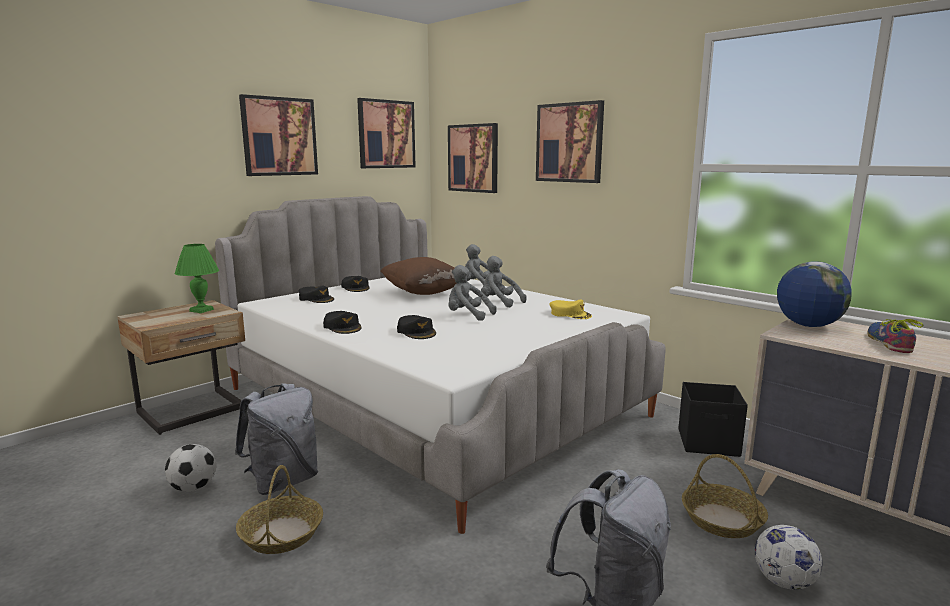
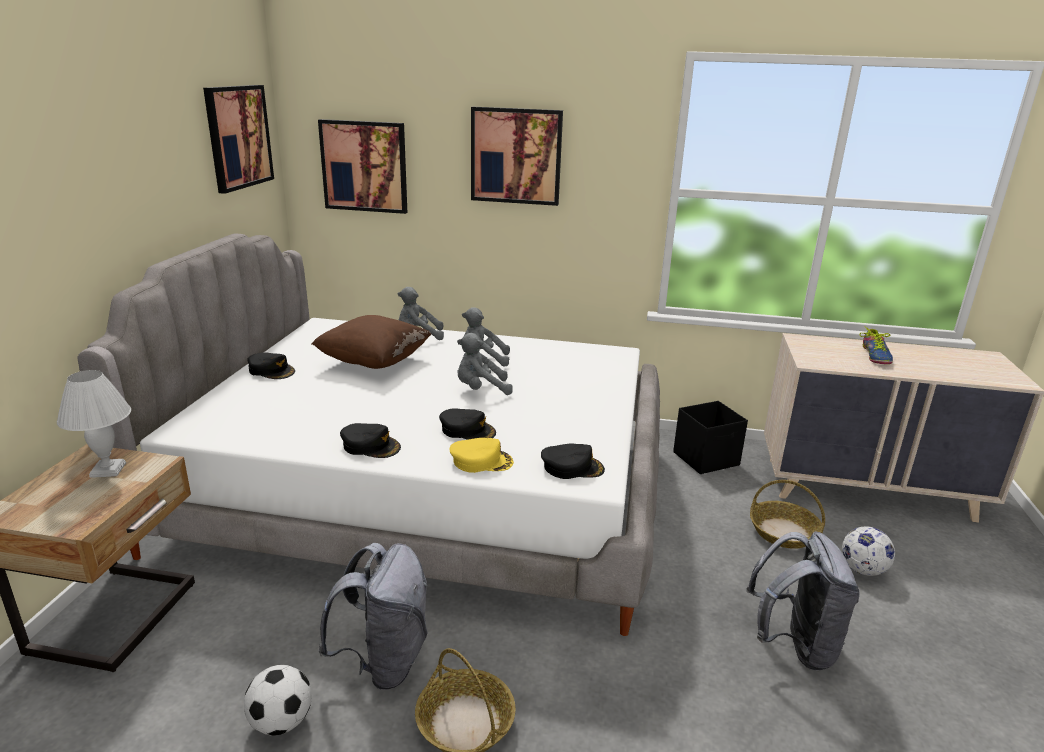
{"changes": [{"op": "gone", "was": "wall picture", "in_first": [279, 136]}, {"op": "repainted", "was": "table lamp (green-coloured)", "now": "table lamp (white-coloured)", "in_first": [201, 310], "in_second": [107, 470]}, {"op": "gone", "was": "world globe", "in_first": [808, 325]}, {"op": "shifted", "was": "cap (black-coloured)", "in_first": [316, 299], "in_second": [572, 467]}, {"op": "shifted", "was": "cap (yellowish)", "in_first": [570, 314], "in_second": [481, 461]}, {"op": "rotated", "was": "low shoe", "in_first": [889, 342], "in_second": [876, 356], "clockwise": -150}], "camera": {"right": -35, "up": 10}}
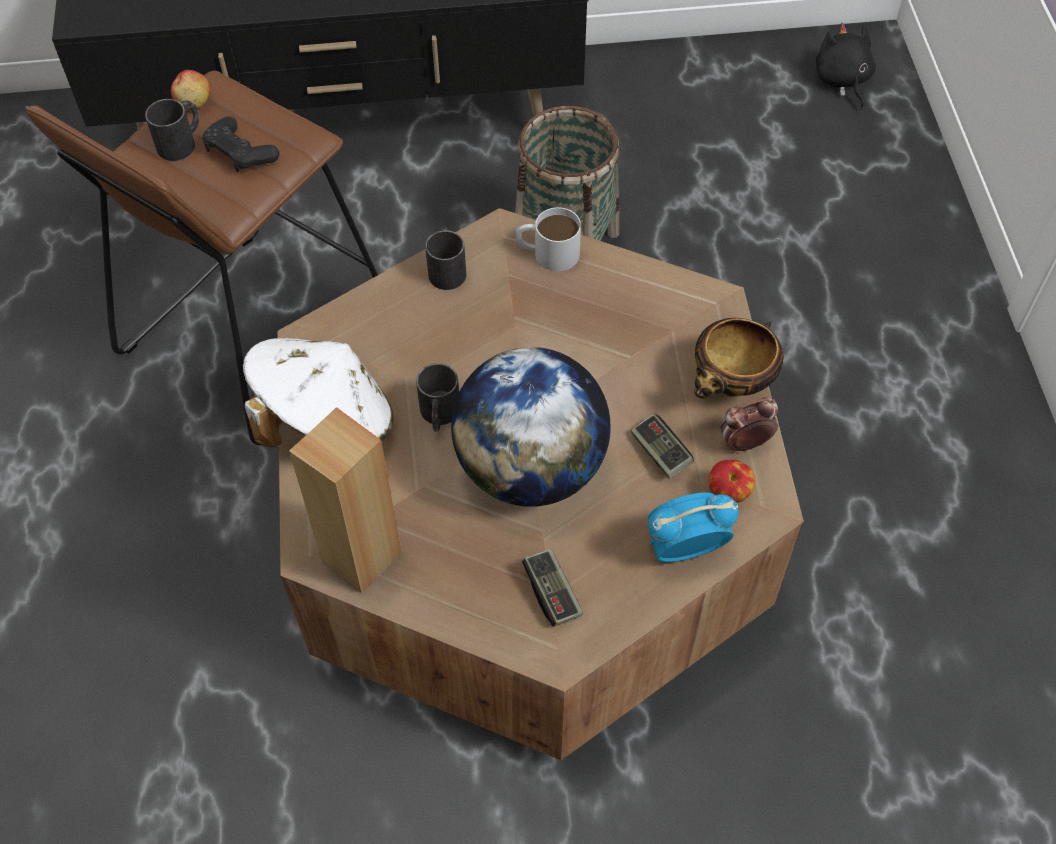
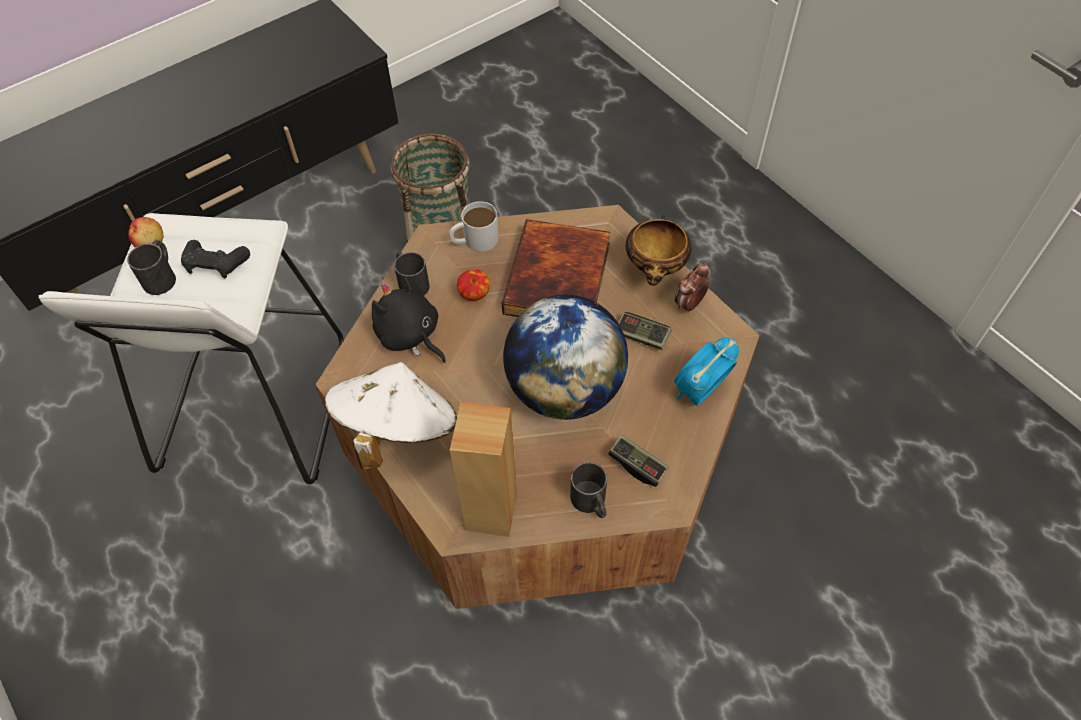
{"changes": [{"op": "shifted", "was": "soft toy (black-coloured)", "in_first": [842, 80], "in_second": [410, 335]}, {"op": "repainted", "was": "stool seat (brownish)", "now": "stool seat (white-coloured)", "in_first": [254, 333], "in_second": [253, 406]}, {"op": "shifted", "was": "mug (black-coloured)", "in_first": [439, 415], "in_second": [591, 503]}, {"op": "shifted", "was": "apple fruit", "in_first": [728, 493], "in_second": [474, 295]}, {"op": "new", "now": "bound book", "in_second": [559, 279]}], "camera": {"right": -30, "up": 0}}
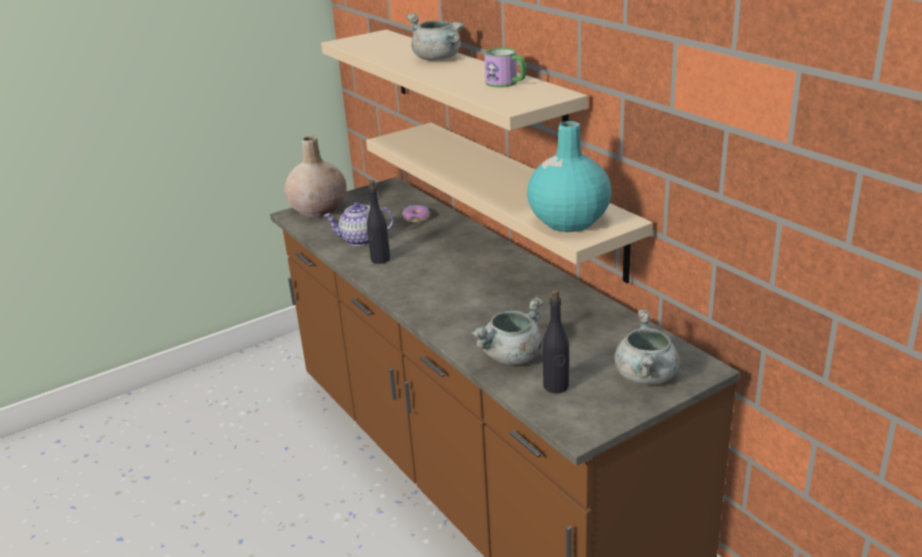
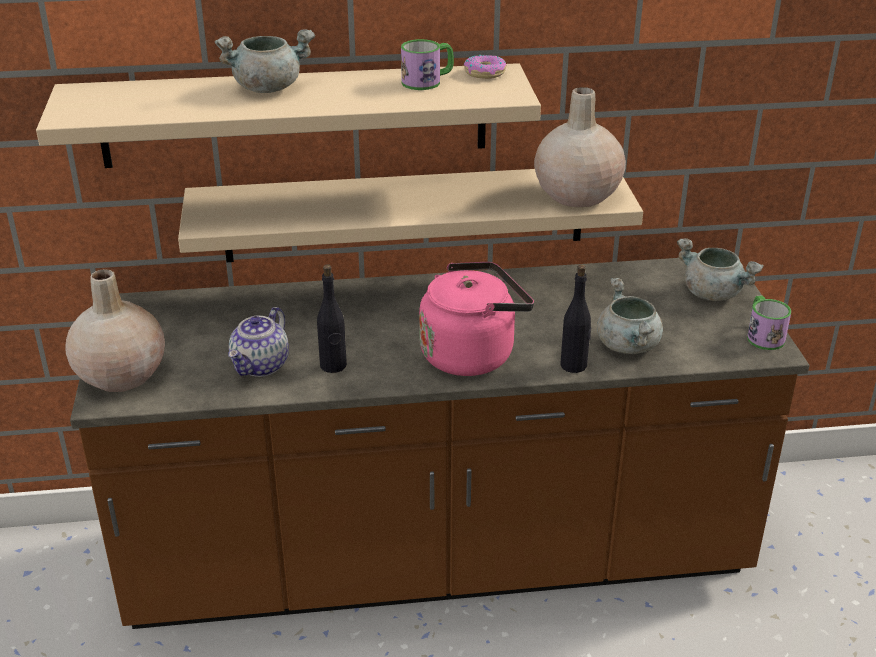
{"changes": [{"op": "repainted", "was": "vase (turquoise-coloured)", "now": "vase (sand-coloured)", "in_first": [568, 221], "in_second": [576, 195]}, {"op": "shifted", "was": "doughnut", "in_first": [416, 218], "in_second": [485, 73]}, {"op": "shifted", "was": "drink bottle (black-coloured)", "in_first": [556, 386], "in_second": [574, 365]}, {"op": "new", "now": "kettle (pinkish)", "in_second": [472, 354]}, {"op": "new", "now": "mug", "in_second": [763, 335]}], "camera": {"right": -65, "up": 5}}
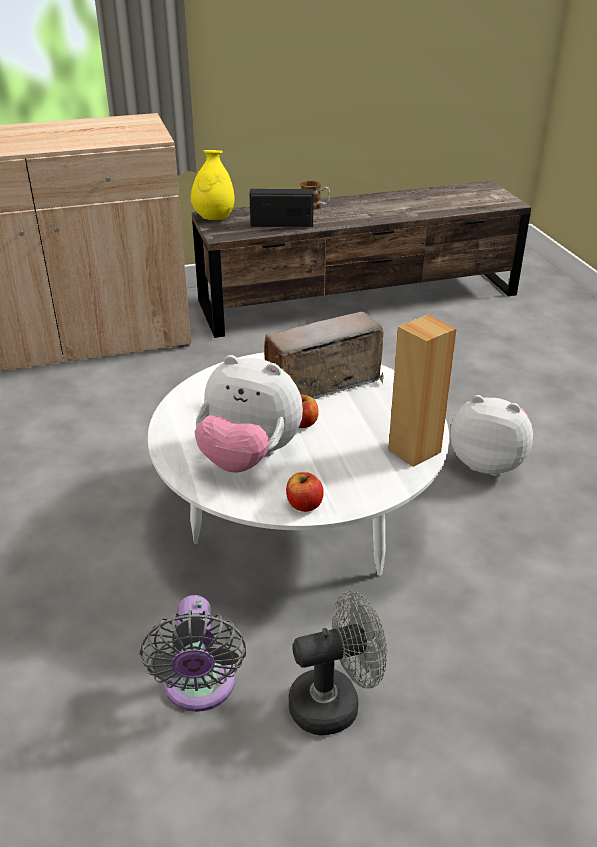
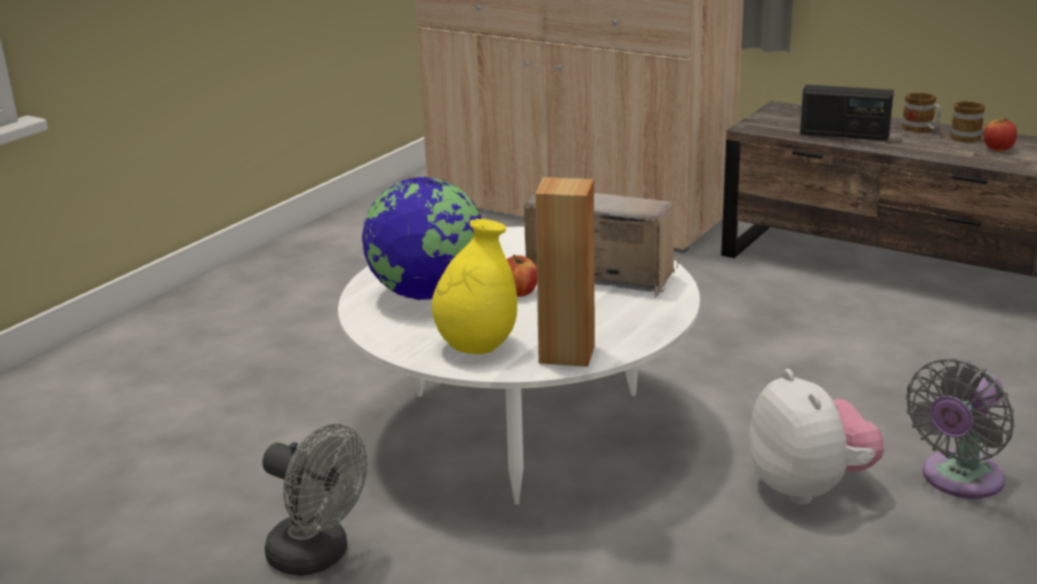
{"changes": [{"op": "shifted", "was": "vase (yellowish)", "in_first": [214, 219], "in_second": [477, 347]}, {"op": "rotated", "was": "radio receiver", "in_first": [282, 224], "in_second": [844, 134], "clockwise": 150}, {"op": "swapped", "was": "soft toy", "now": "world globe", "in_first": [248, 458], "in_second": [428, 294]}, {"op": "shifted", "was": "apple fruit", "in_first": [304, 504], "in_second": [998, 148]}, {"op": "shifted", "was": "fan (gray)", "in_first": [199, 688], "in_second": [958, 480]}, {"op": "new", "now": "mug", "in_second": [967, 136]}], "camera": {"right": 50, "up": -10}}
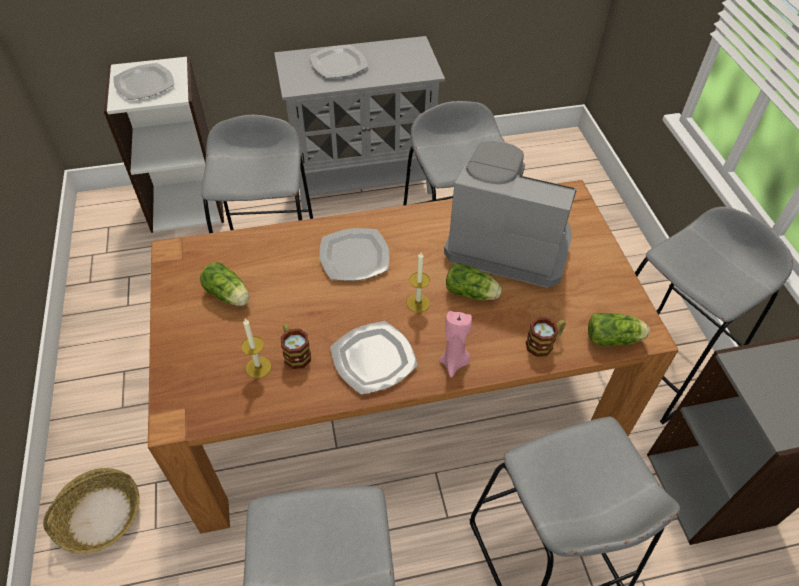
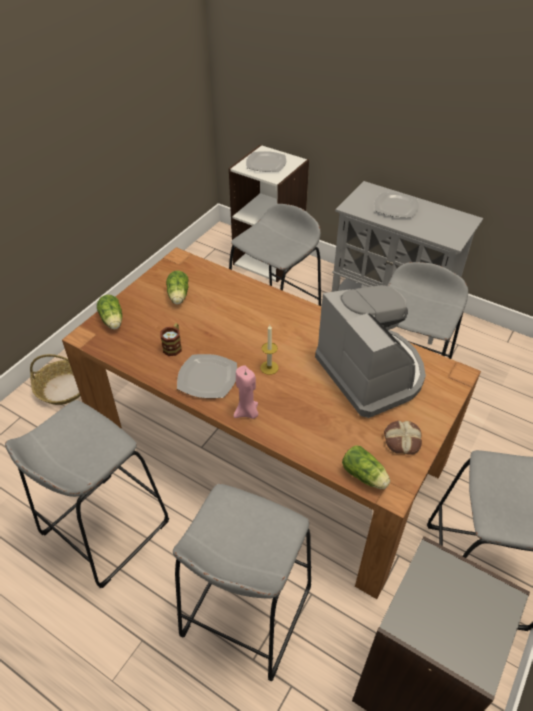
{"changes": [{"op": "gone", "was": "flat dish", "in_first": [354, 257]}, {"op": "shifted", "was": "lettuce head", "in_first": [472, 293], "in_second": [112, 321]}, {"op": "gone", "was": "mug", "in_first": [544, 343]}, {"op": "gone", "was": "candle", "in_first": [258, 367]}, {"op": "new", "now": "baked bread", "in_second": [401, 440]}], "camera": {"right": 45, "up": -5}}
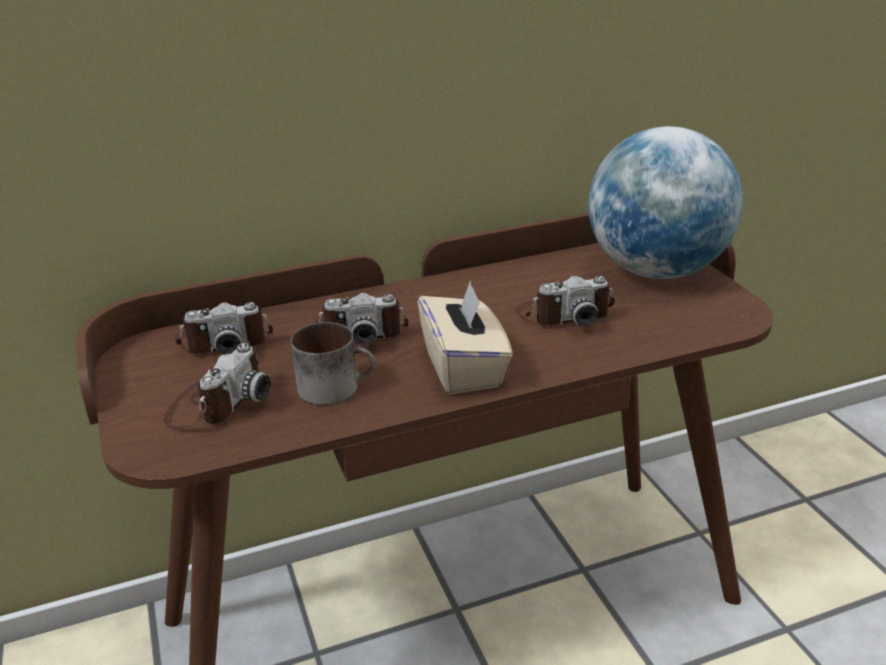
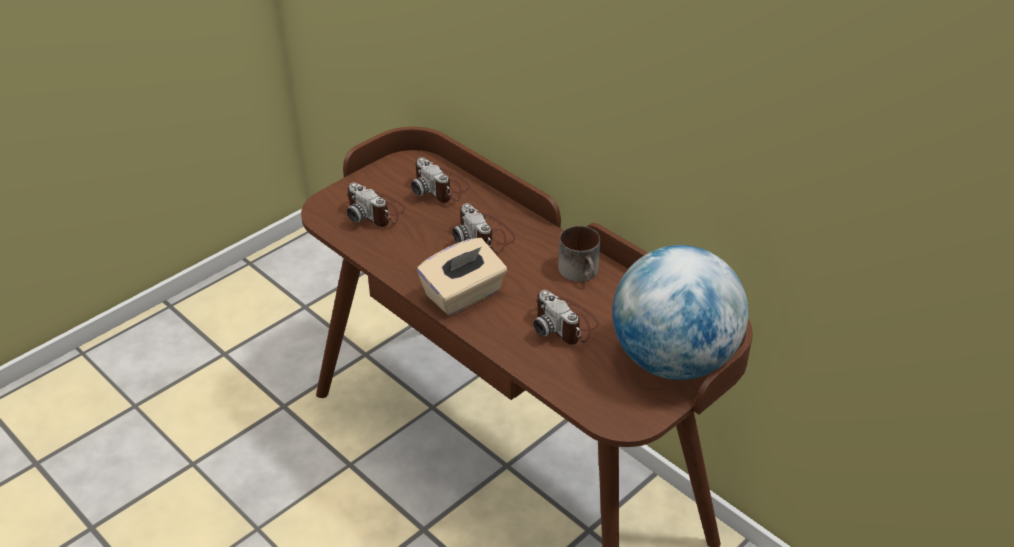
{"changes": [{"op": "shifted", "was": "mug", "in_first": [336, 386], "in_second": [582, 272]}, {"op": "rotated", "was": "photo camera", "in_first": [217, 402], "in_second": [376, 211], "clockwise": 45}], "camera": {"right": 65, "up": 10}}
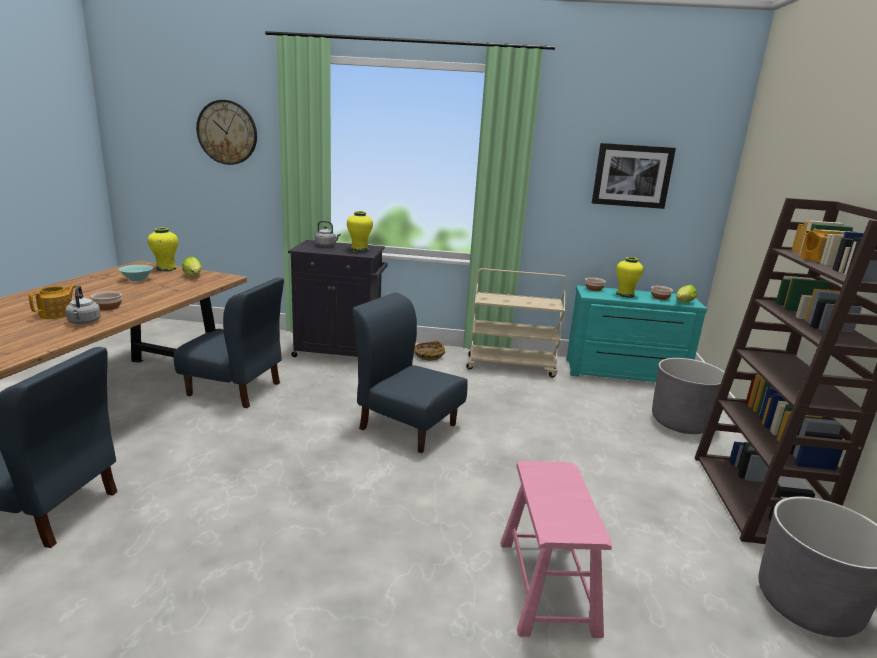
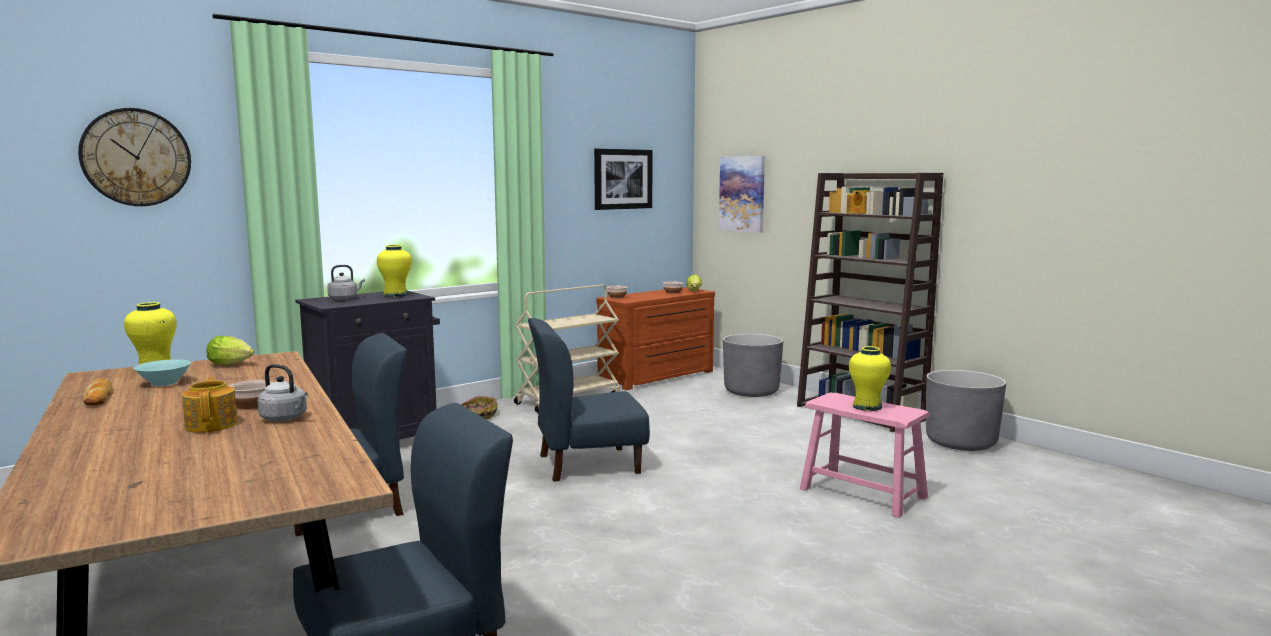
{"changes": [{"op": "shifted", "was": "vase (yellowish)", "in_first": [625, 295], "in_second": [867, 407]}, {"op": "repainted", "was": "dresser (turquoise-coloured)", "now": "dresser (brownish)", "in_first": [625, 373], "in_second": [659, 377]}, {"op": "new", "now": "wall picture", "in_second": [742, 194]}, {"op": "new", "now": "baked bread", "in_second": [98, 397]}], "camera": {"right": -45, "up": -10}}
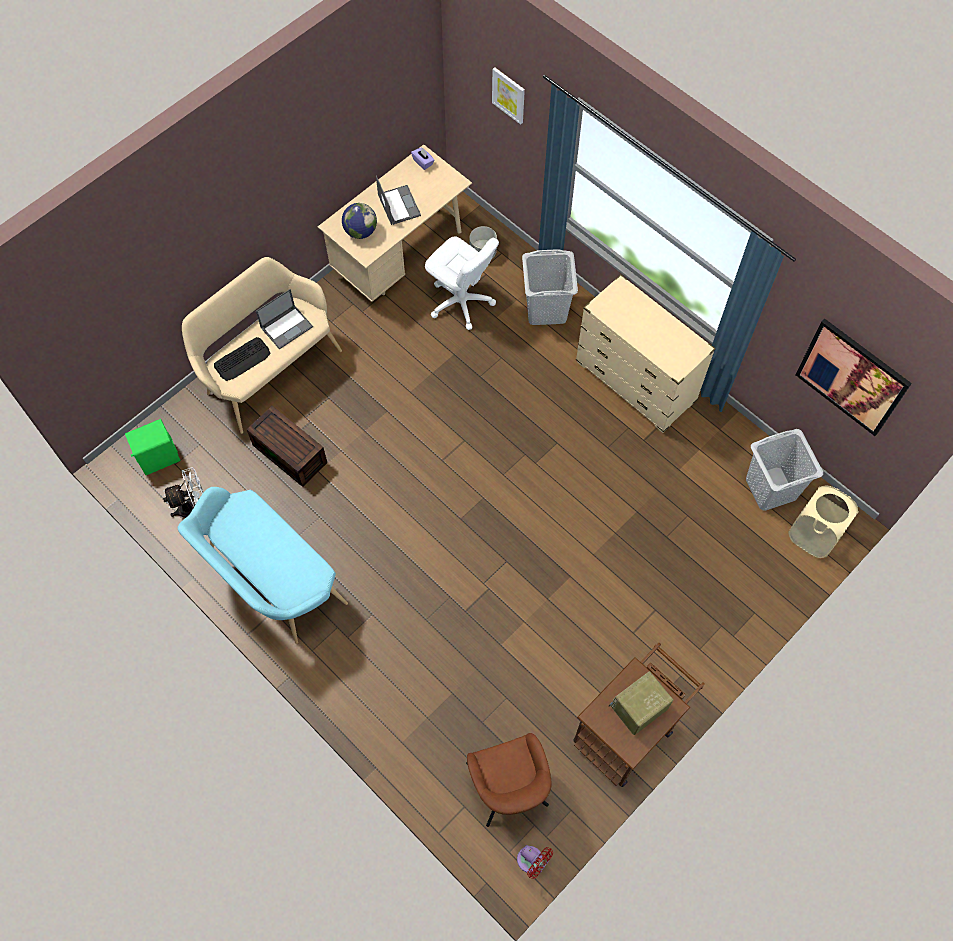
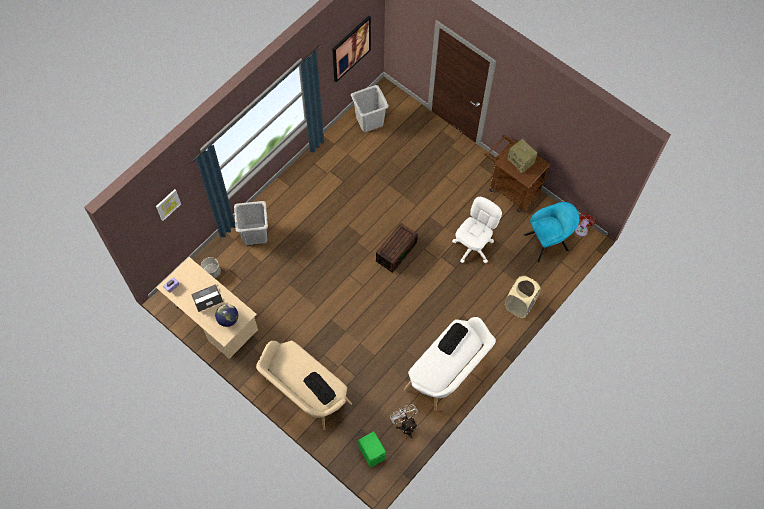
{"changes": [{"op": "shifted", "was": "computer chair (white-coloured)", "in_first": [461, 302], "in_second": [473, 247]}, {"op": "gone", "was": "dresser (sand-coloured)", "in_first": [635, 382]}, {"op": "gone", "was": "laptop", "in_first": [287, 327]}, {"op": "shifted", "was": "storage container (brownish)", "in_first": [291, 453], "in_second": [396, 251]}, {"op": "shifted", "was": "laundry basket (sand-coloured)", "in_first": [813, 535], "in_second": [519, 304]}, {"op": "repainted", "was": "long seat (turquoise-coloured)", "now": "long seat (white-coloured)", "in_first": [270, 581], "in_second": [448, 373]}, {"op": "repainted", "was": "armchair (brownish)", "now": "armchair (turquoise-coloured)", "in_first": [508, 788], "in_second": [548, 241]}, {"op": "new", "now": "PC keyboard", "in_second": [452, 338]}], "camera": {"right": -95, "up": 0}}
